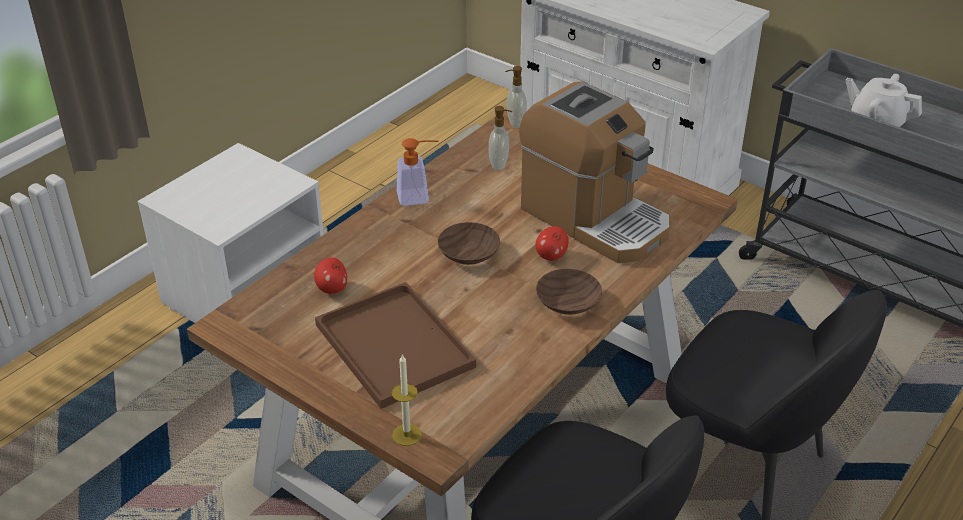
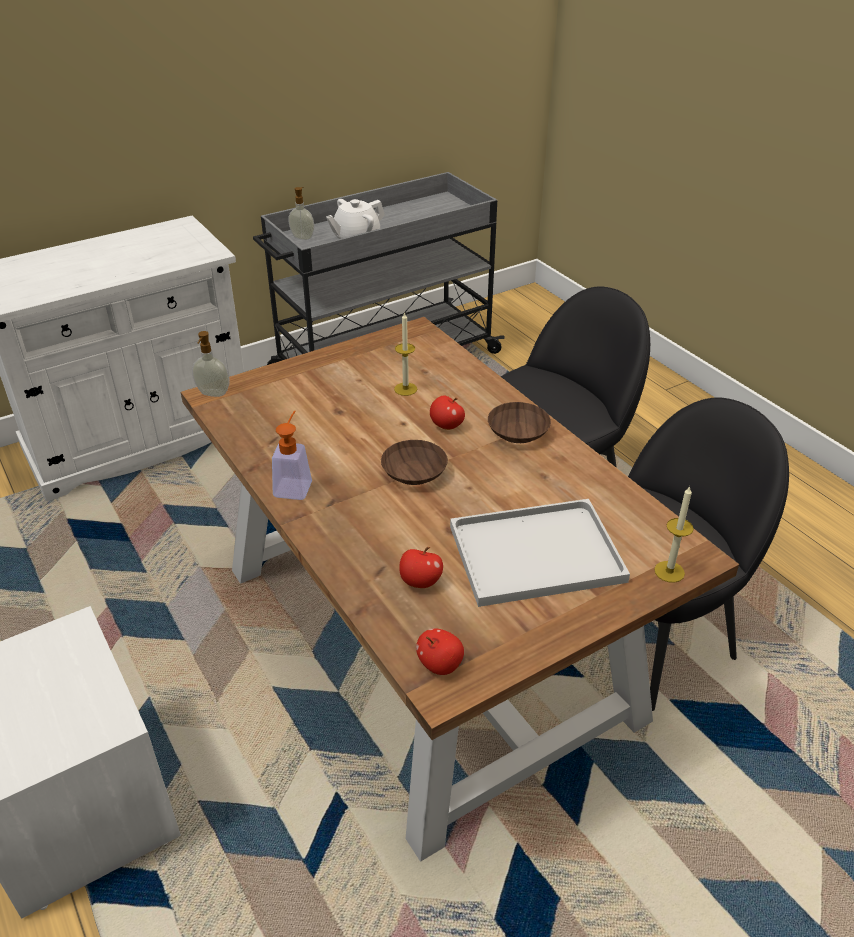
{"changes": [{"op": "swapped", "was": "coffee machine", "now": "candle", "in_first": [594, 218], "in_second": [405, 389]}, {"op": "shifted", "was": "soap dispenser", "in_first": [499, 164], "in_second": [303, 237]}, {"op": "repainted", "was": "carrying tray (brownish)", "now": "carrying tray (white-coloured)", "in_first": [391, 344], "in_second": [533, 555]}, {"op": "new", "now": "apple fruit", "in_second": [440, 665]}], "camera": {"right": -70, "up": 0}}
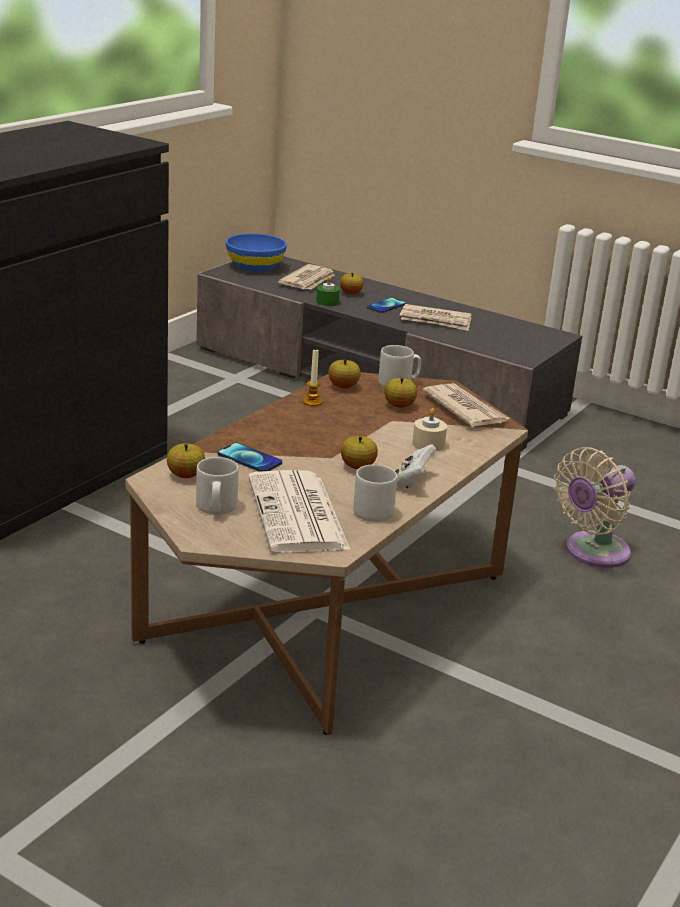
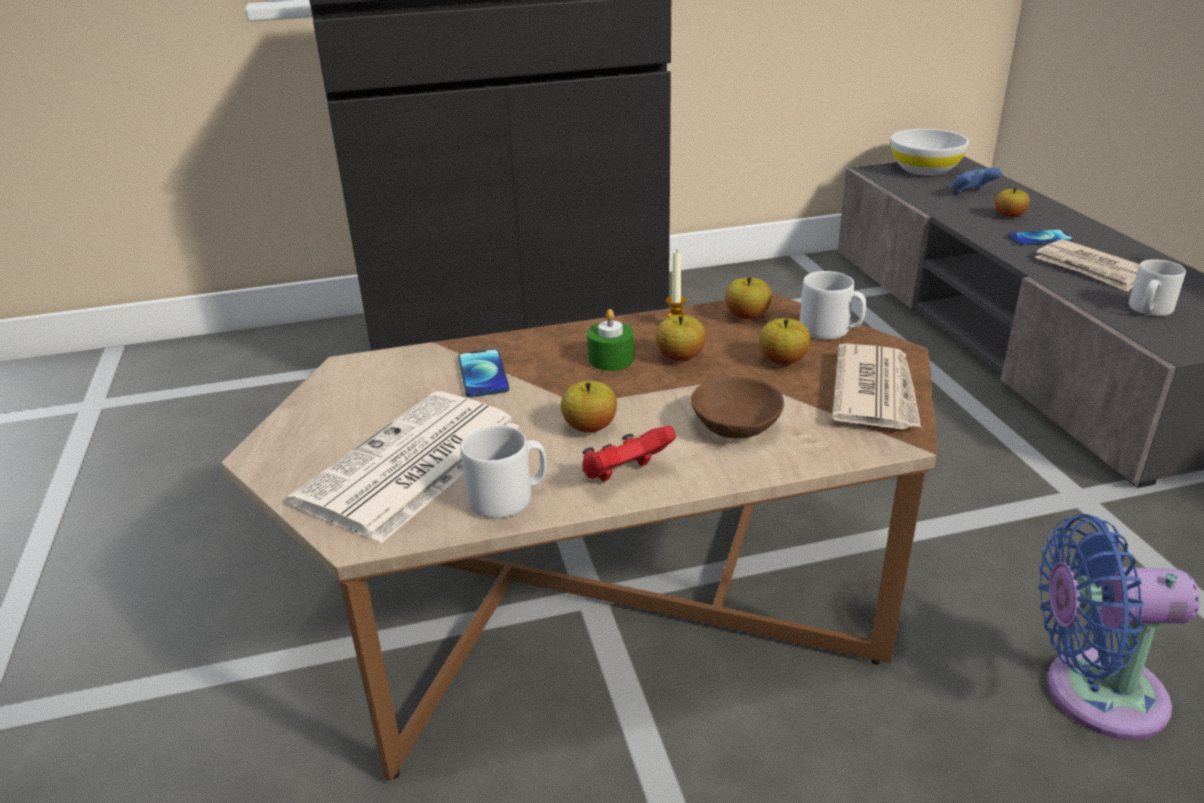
{"changes": [{"op": "repainted", "was": "bowl (bluish)", "now": "bowl (white-coloured)", "in_first": [255, 267], "in_second": [925, 170]}, {"op": "swapped", "was": "newspaper", "now": "joypad (bluish)", "in_first": [308, 281], "in_second": [971, 194]}, {"op": "shifted", "was": "candle (green-coloured)", "in_first": [327, 302], "in_second": [611, 359]}, {"op": "swapped", "was": "candle (sand-coloured)", "now": "bowl (brownish)", "in_first": [428, 444], "in_second": [738, 426]}, {"op": "shifted", "was": "apple fruit", "in_first": [185, 475], "in_second": [680, 357]}, {"op": "repainted", "was": "joypad (white-coloured)", "now": "joypad (reddish)", "in_first": [412, 482], "in_second": [625, 475]}, {"op": "repainted", "was": "fan (sand-coloured)", "now": "fan (bluish)", "in_first": [592, 553], "in_second": [1092, 693]}, {"op": "shifted", "was": "mug (gray)", "in_first": [216, 508], "in_second": [1148, 310]}], "camera": {"right": 45, "up": 5}}
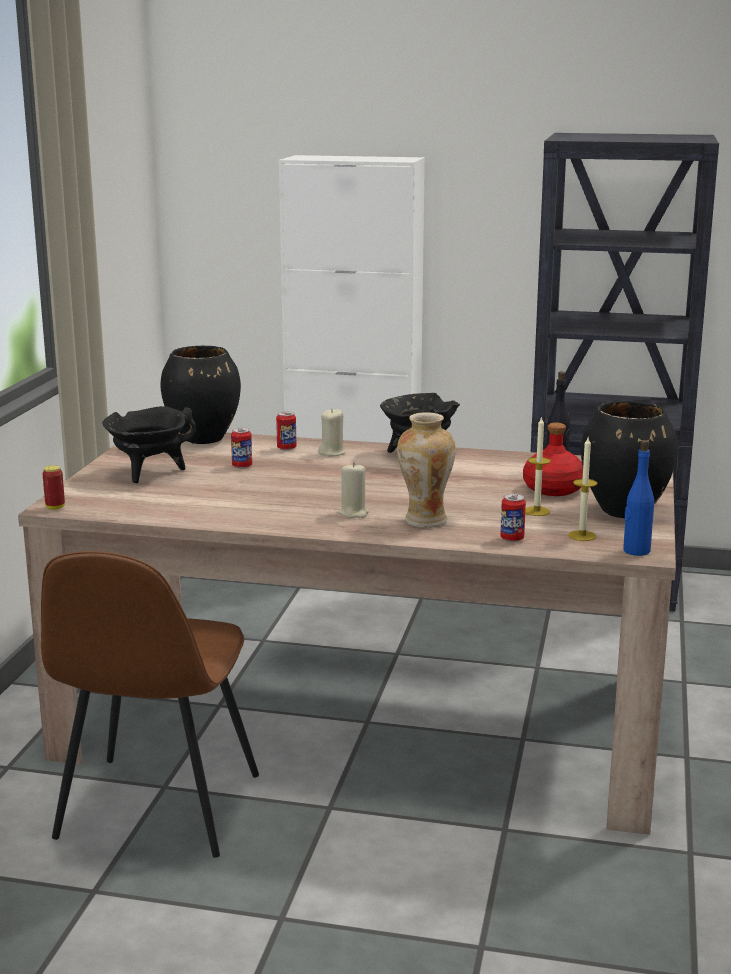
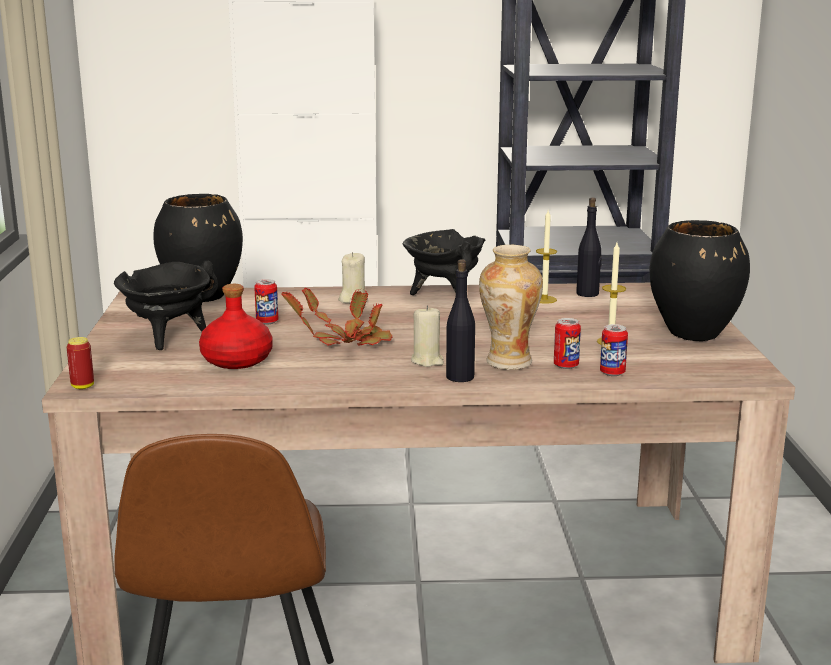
{"changes": [{"op": "shifted", "was": "metal can", "in_first": [286, 448], "in_second": [566, 366]}, {"op": "shifted", "was": "drink bottle (reddish)", "in_first": [552, 489], "in_second": [236, 360]}, {"op": "shifted", "was": "candle", "in_first": [582, 536], "in_second": [544, 299]}, {"op": "gone", "was": "drink bottle (bluish)", "in_first": [636, 551]}, {"op": "new", "now": "drink bottle (black-coloured)", "in_second": [459, 377]}, {"op": "new", "now": "potted plant", "in_second": [346, 340]}], "camera": {"right": -15, "up": 0}}
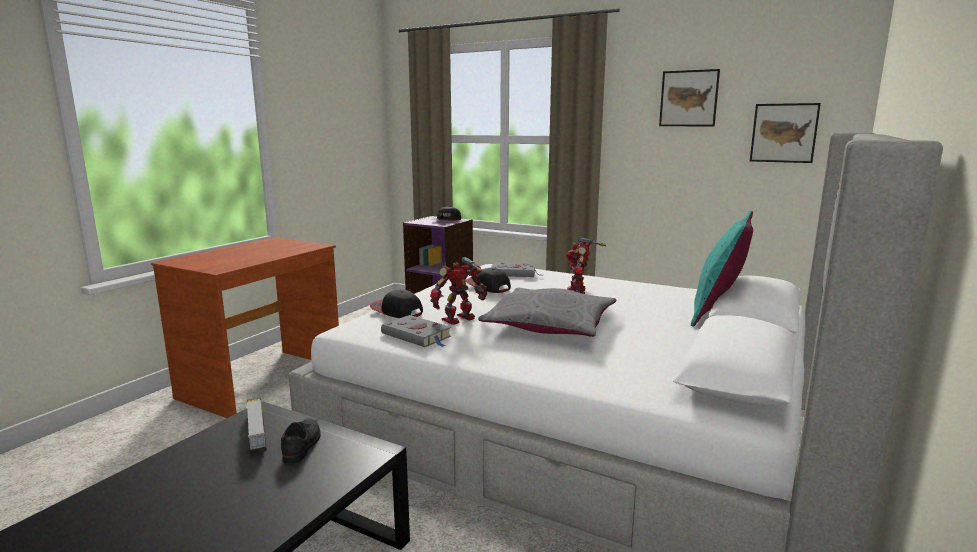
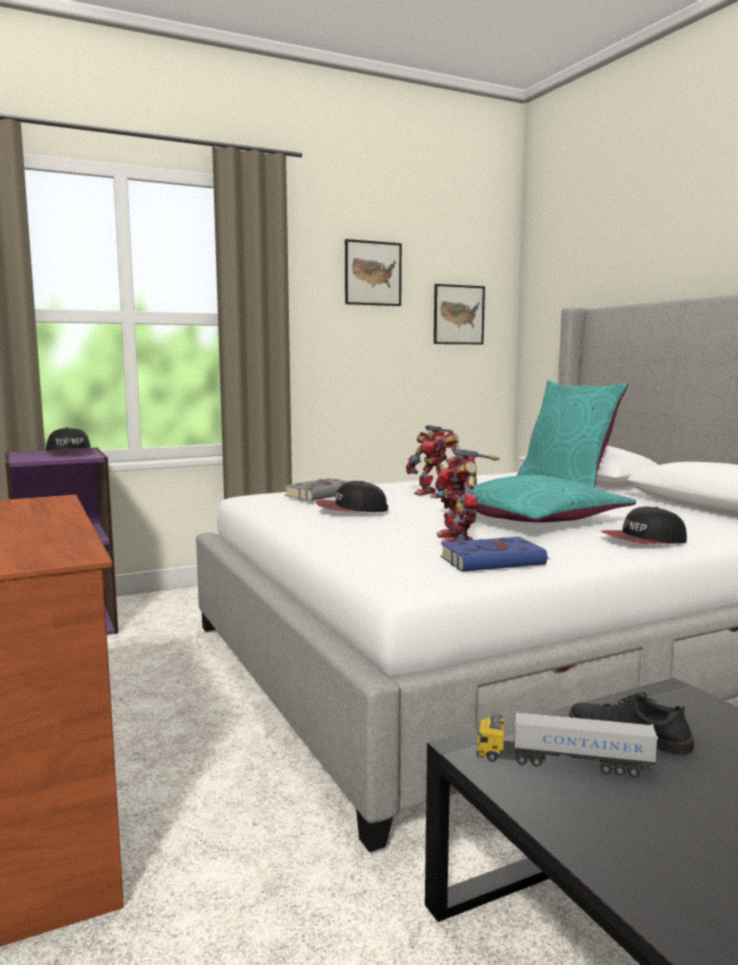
{"changes": [{"op": "repainted", "was": "cushion (gray)", "now": "cushion (turquoise-coloured)", "in_first": [550, 325], "in_second": [532, 519]}, {"op": "shifted", "was": "cap", "in_first": [396, 311], "in_second": [644, 540]}, {"op": "repainted", "was": "bound book (gray)", "now": "bound book (bluish)", "in_first": [418, 336], "in_second": [495, 561]}], "camera": {"right": -55, "up": -5}}
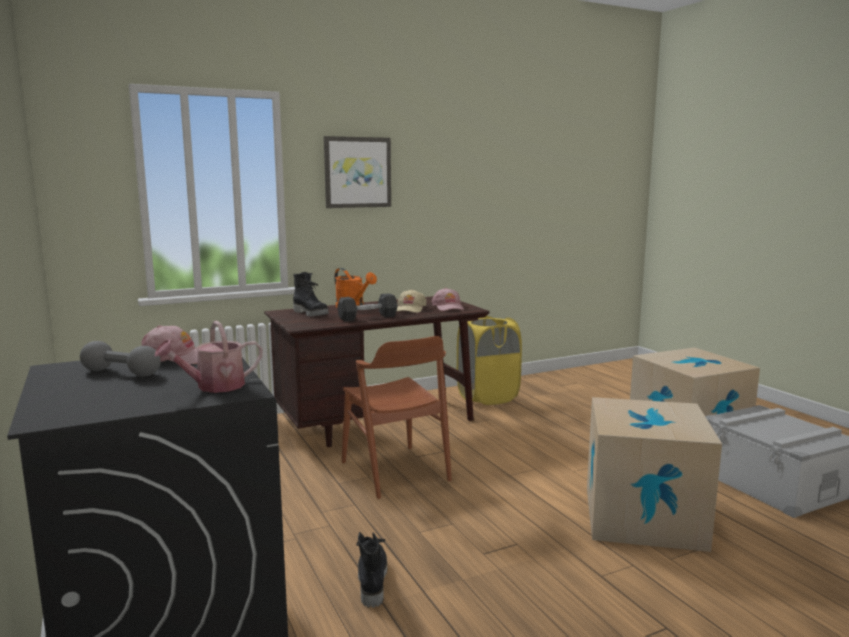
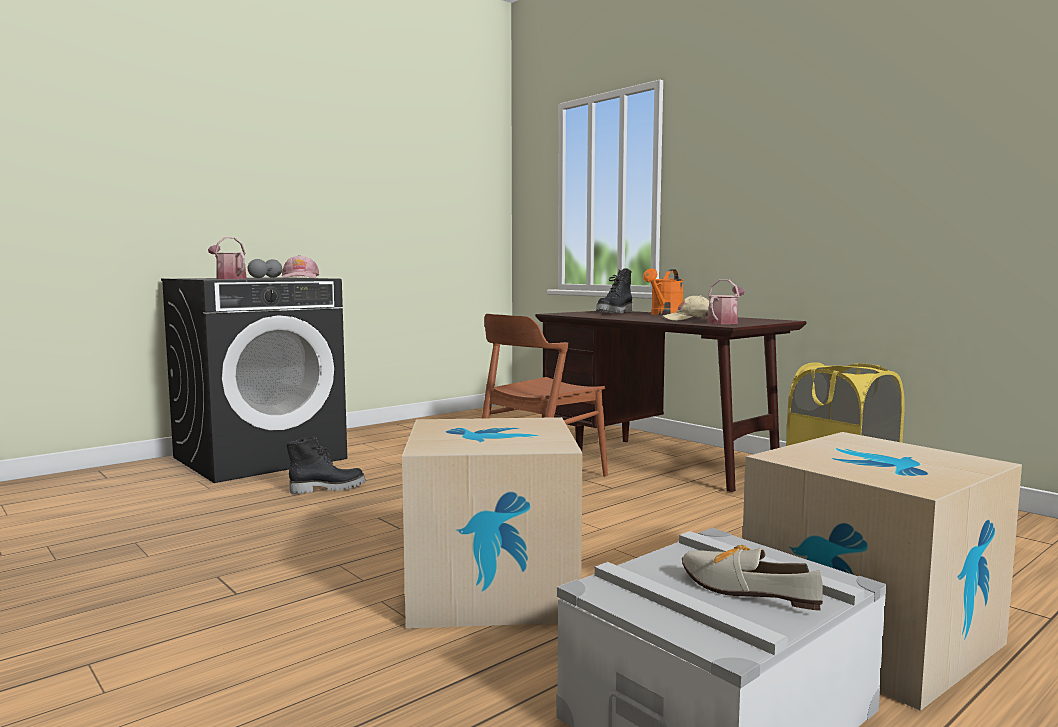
{"changes": [{"op": "gone", "was": "wall picture", "in_first": [357, 172]}, {"op": "swapped", "was": "cap (pinkish)", "now": "sprinkling can", "in_first": [448, 307], "in_second": [724, 322]}, {"op": "gone", "was": "dumbbell (gray)", "in_first": [367, 317]}, {"op": "new", "now": "low shoe", "in_second": [741, 588]}], "camera": {"right": 75, "up": -5}}
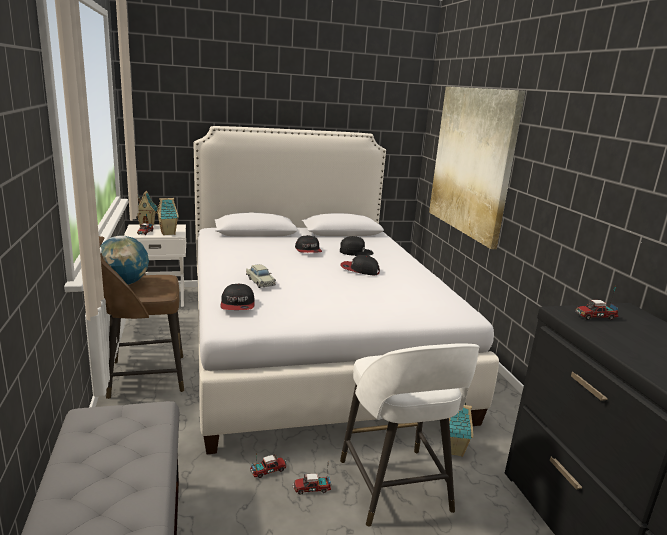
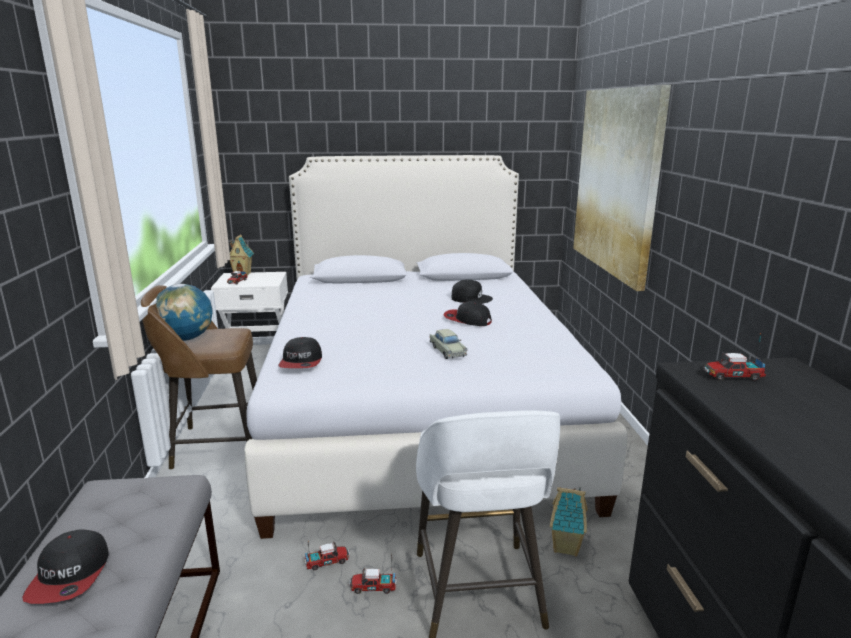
{"changes": [{"op": "gone", "was": "toy house", "in_first": [168, 233]}, {"op": "shifted", "was": "cap", "in_first": [308, 250], "in_second": [70, 575]}, {"op": "shifted", "was": "model car (sand-coloured)", "in_first": [260, 282], "in_second": [447, 351]}], "camera": {"right": 10, "up": 0}}
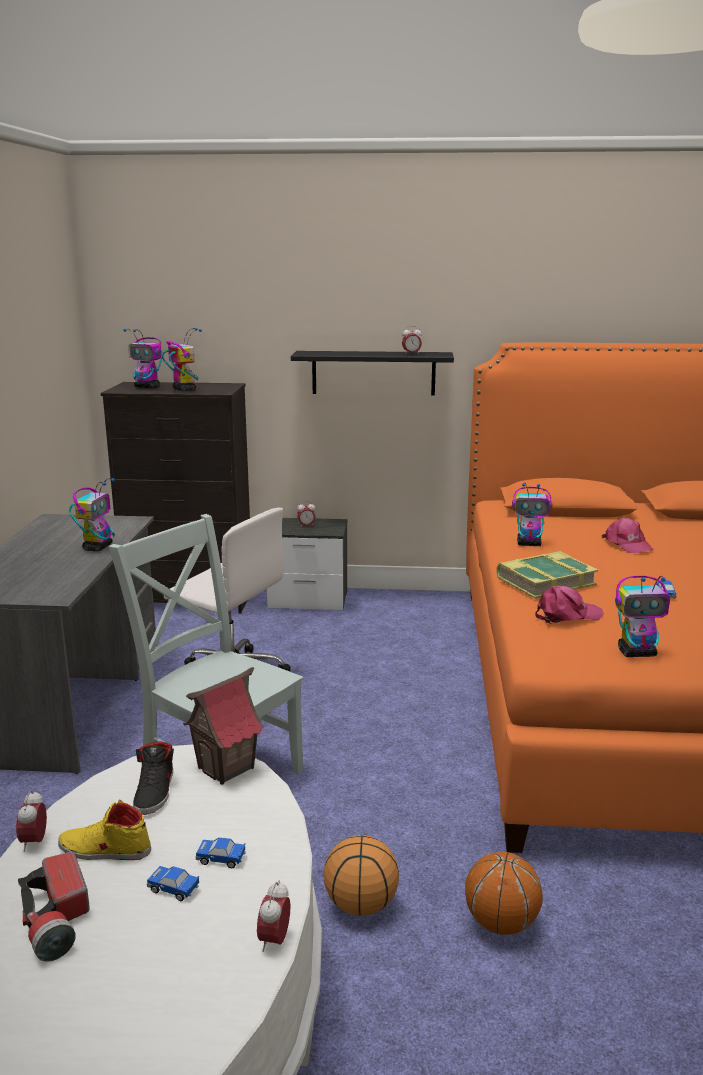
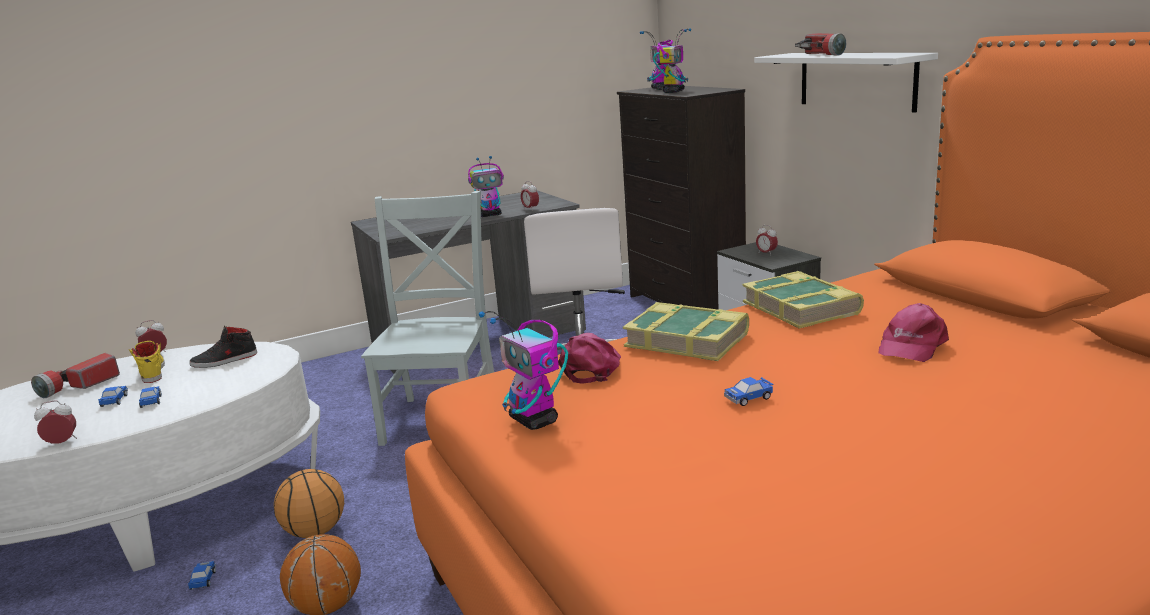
{"changes": [{"op": "shifted", "was": "table clock", "in_first": [411, 354], "in_second": [530, 209]}, {"op": "repainted", "was": "shelf (black-coloured)", "now": "shelf (white-coloured)", "in_first": [373, 373], "in_second": [856, 80]}, {"op": "swapped", "was": "toy robot", "now": "bound book", "in_first": [529, 544], "in_second": [801, 308]}, {"op": "rotated", "was": "cap (pinkish)", "in_first": [566, 615], "in_second": [592, 367], "clockwise": -120}, {"op": "gone", "was": "toy house", "in_first": [226, 768]}, {"op": "new", "now": "flashlight", "in_second": [823, 54]}, {"op": "new", "now": "model car", "in_second": [203, 580]}], "camera": {"right": 60, "up": 0}}
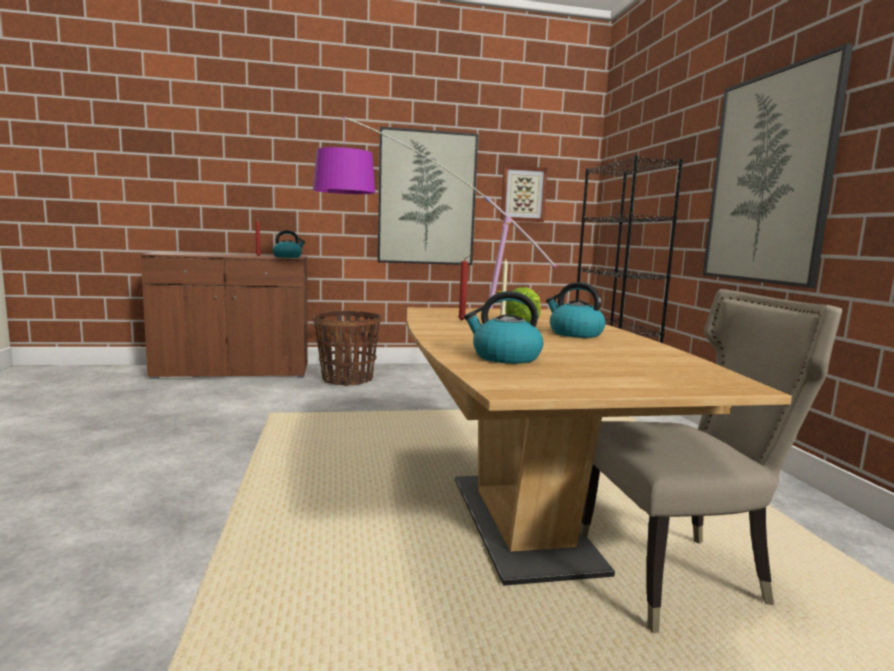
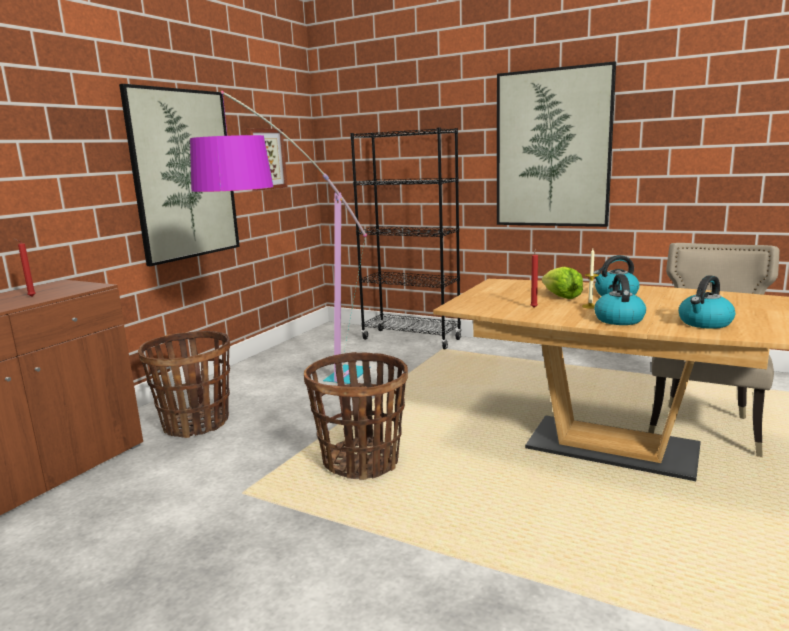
{"changes": [{"op": "shifted", "was": "kettle", "in_first": [288, 257], "in_second": [618, 319]}, {"op": "new", "now": "storage basket", "in_second": [361, 461]}], "camera": {"right": -50, "up": 5}}
